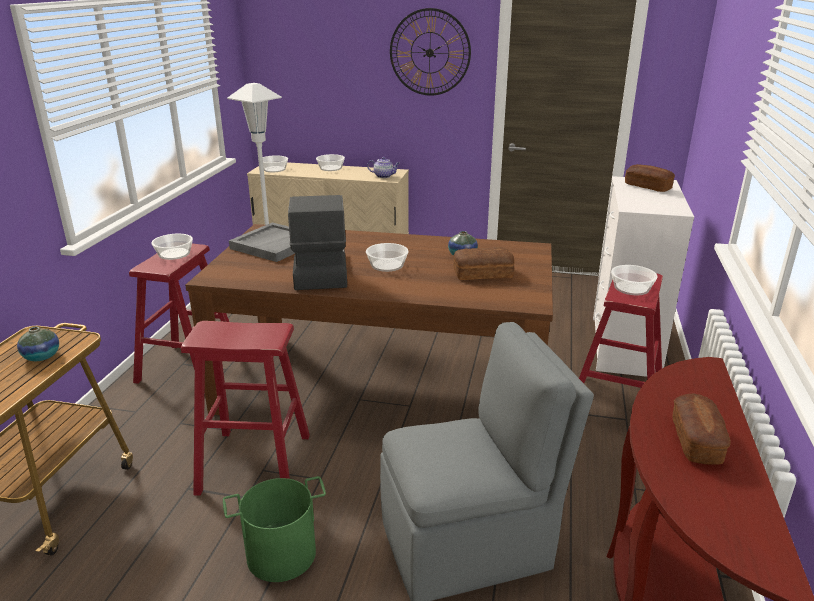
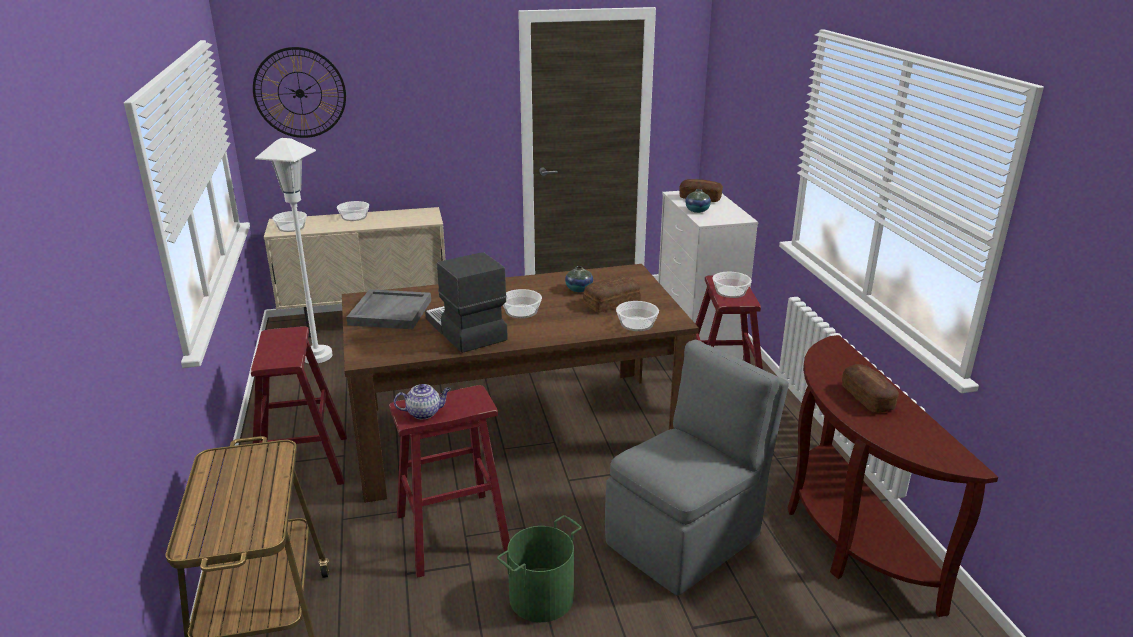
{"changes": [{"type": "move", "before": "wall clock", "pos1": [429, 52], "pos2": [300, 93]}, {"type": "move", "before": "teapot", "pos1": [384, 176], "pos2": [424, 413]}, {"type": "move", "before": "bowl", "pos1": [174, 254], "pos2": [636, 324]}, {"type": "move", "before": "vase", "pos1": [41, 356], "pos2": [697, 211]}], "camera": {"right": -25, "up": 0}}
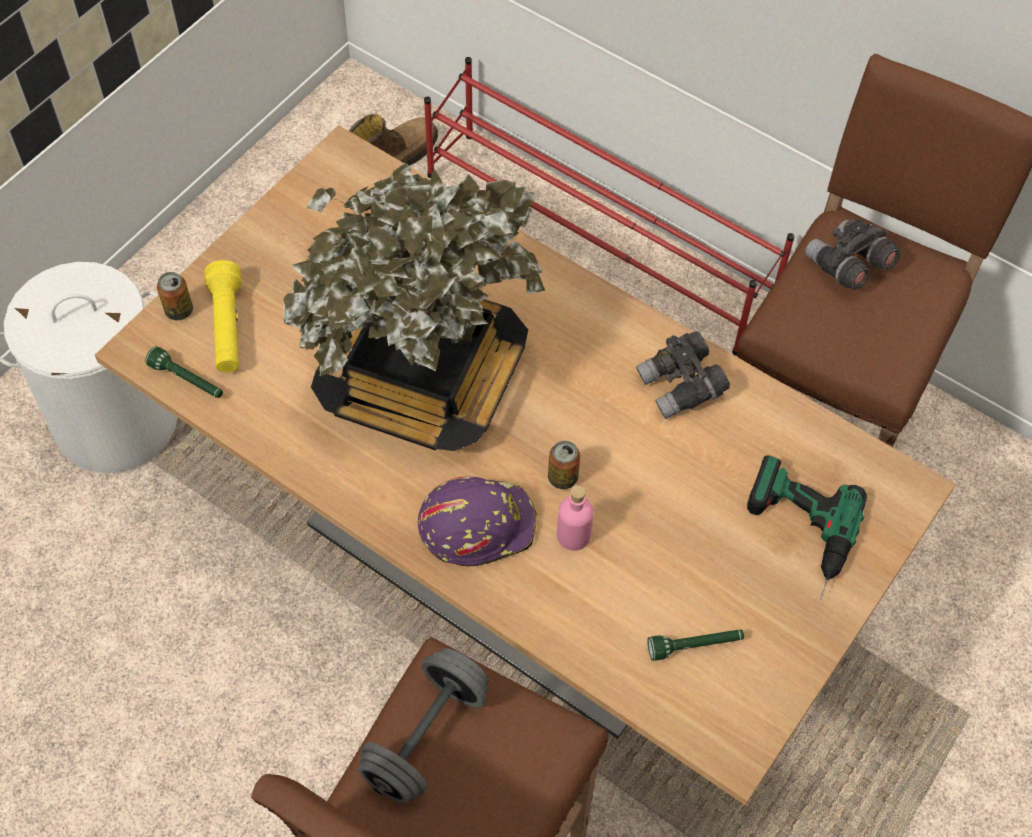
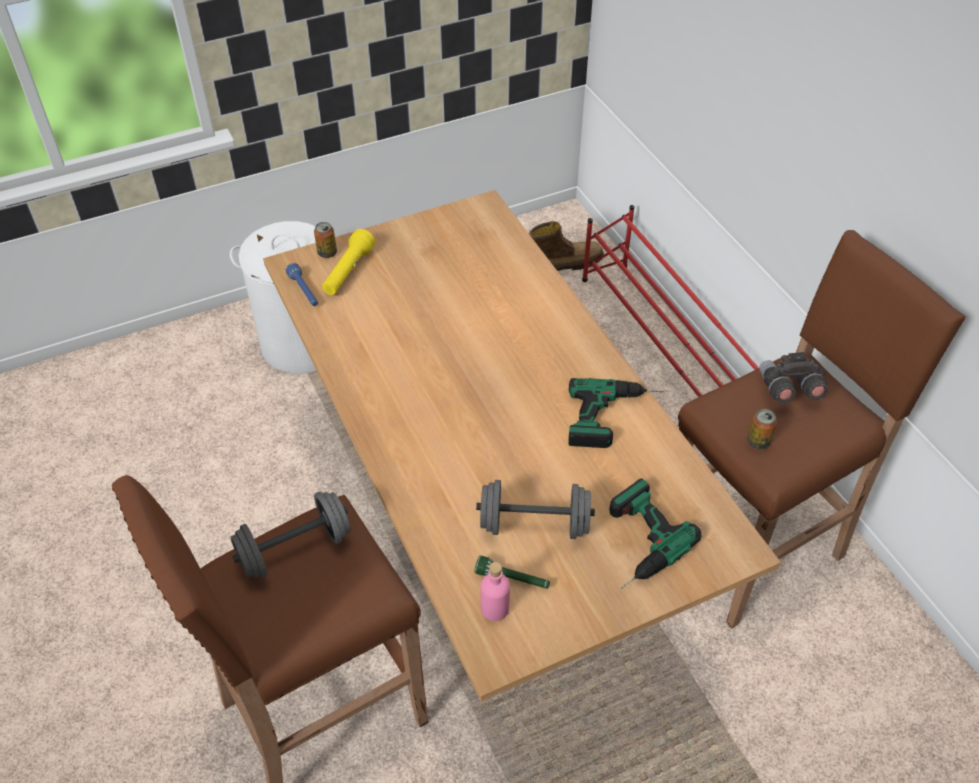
{"changes": [{"type": "delete", "before": "potted plant", "pos1": [421, 376]}, {"type": "replace", "before": "binoculars (grey)", "after": "power drill", "pos1": [681, 387], "pos2": [615, 417]}, {"type": "recolor", "before": "flashlight (green)", "after": "flashlight (blue)", "pos1": [187, 380], "pos2": [304, 291]}, {"type": "move", "before": "can", "pos1": [562, 478], "pos2": [758, 442]}, {"type": "delete", "before": "hard hat (purple)", "pos1": [477, 524]}, {"type": "move", "before": "bottle (pink)", "pos1": [573, 535], "pos2": [495, 608]}, {"type": "insert", "after": "dumbbell (grey)", "pos2": [534, 524]}], "camera": {"right": 30, "up": -10}}
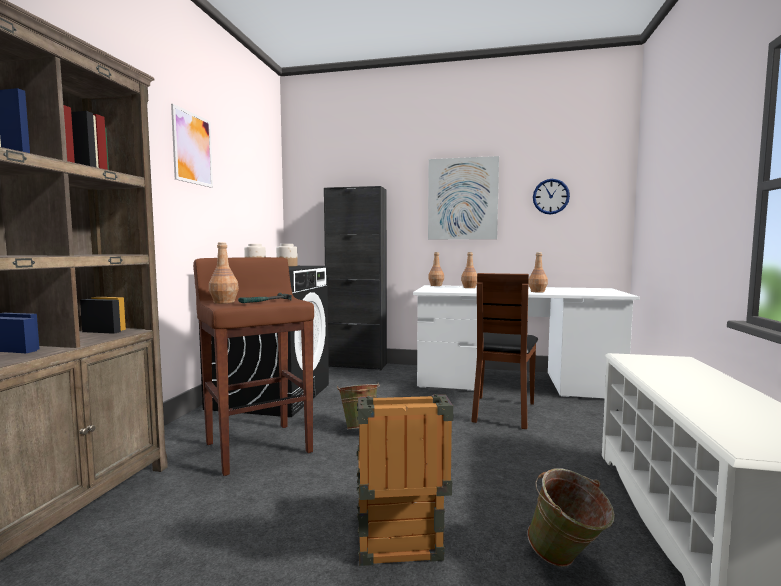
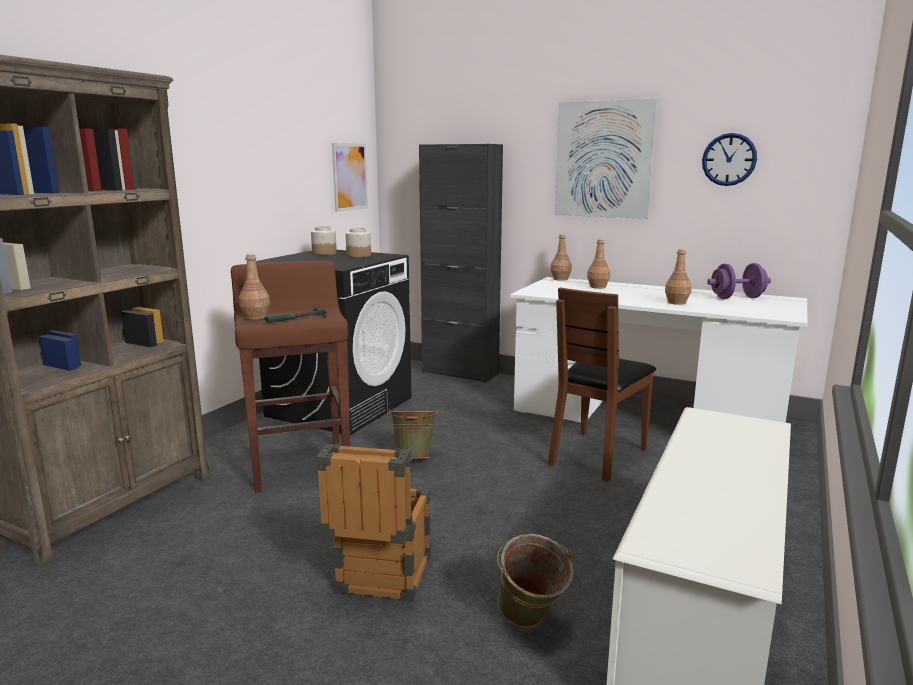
{"changes": [{"type": "move", "before": "picture", "pos1": [192, 148], "pos2": [350, 177]}, {"type": "insert", "after": "dumbbell (purple)", "pos2": [737, 298]}], "camera": {"right": 15, "up": 10}}
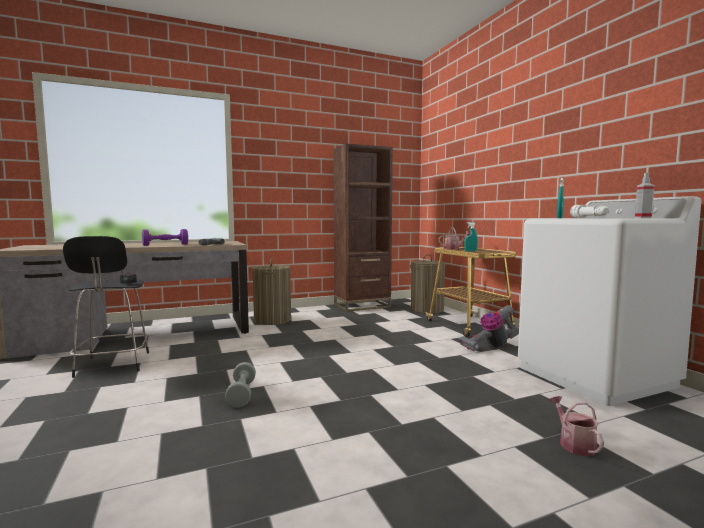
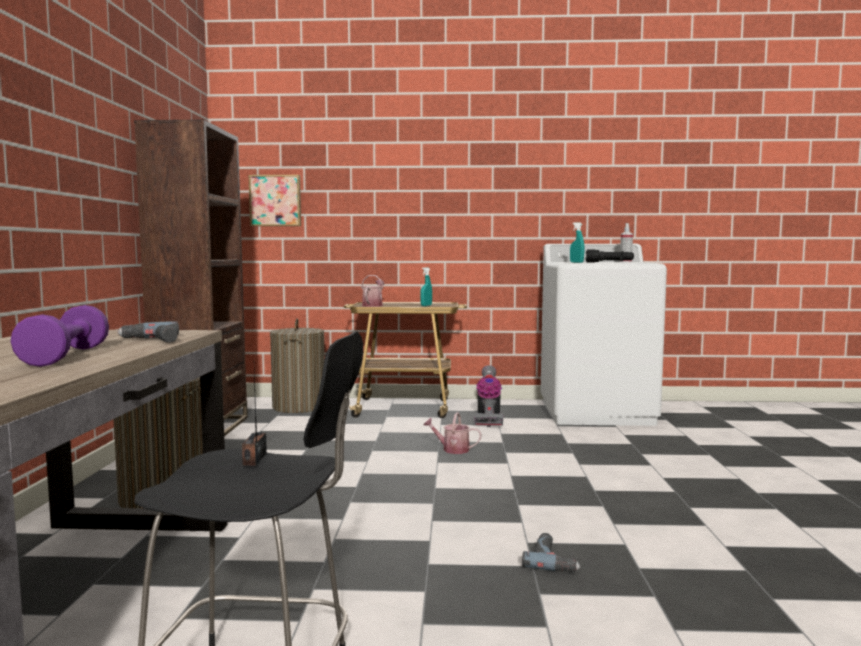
{"changes": [{"type": "recolor", "before": "flashlight (white)", "after": "flashlight (black)", "pos1": [589, 218], "pos2": [609, 262]}, {"type": "replace", "before": "dumbbell (grey)", "after": "power drill", "pos1": [241, 394], "pos2": [553, 560]}, {"type": "move", "before": "watering can", "pos1": [574, 444], "pos2": [452, 449]}, {"type": "insert", "after": "picture", "pos2": [275, 201]}], "camera": {"right": -65, "up": 0}}
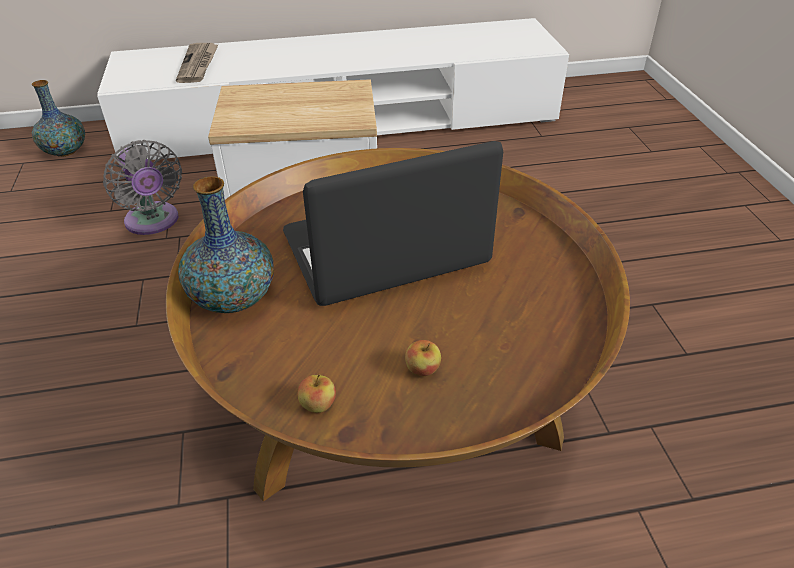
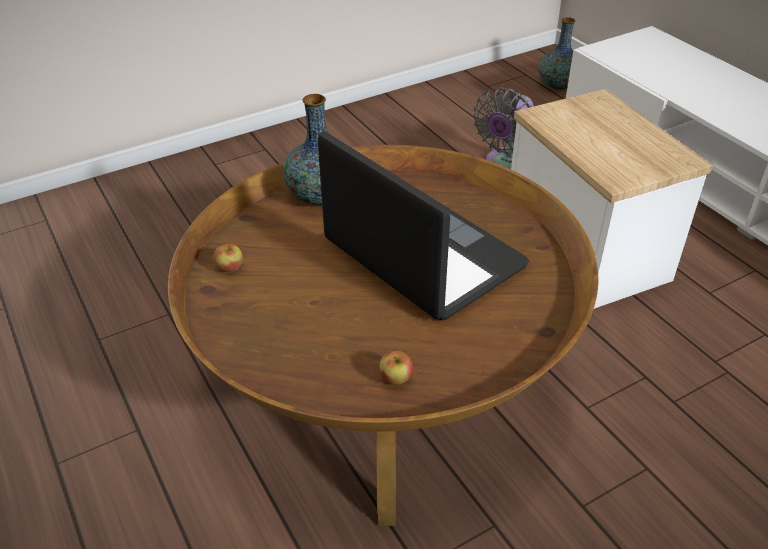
{"changes": [{"type": "delete", "before": "newspaper", "pos1": [198, 65]}, {"type": "move", "before": "apple", "pos1": [422, 369], "pos2": [396, 378]}], "camera": {"right": 70, "up": 0}}
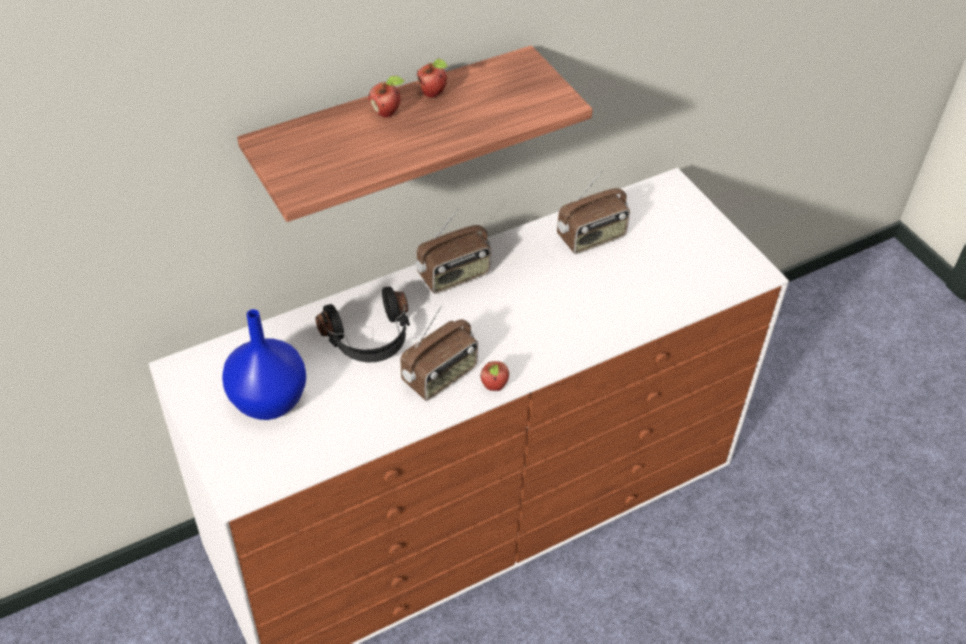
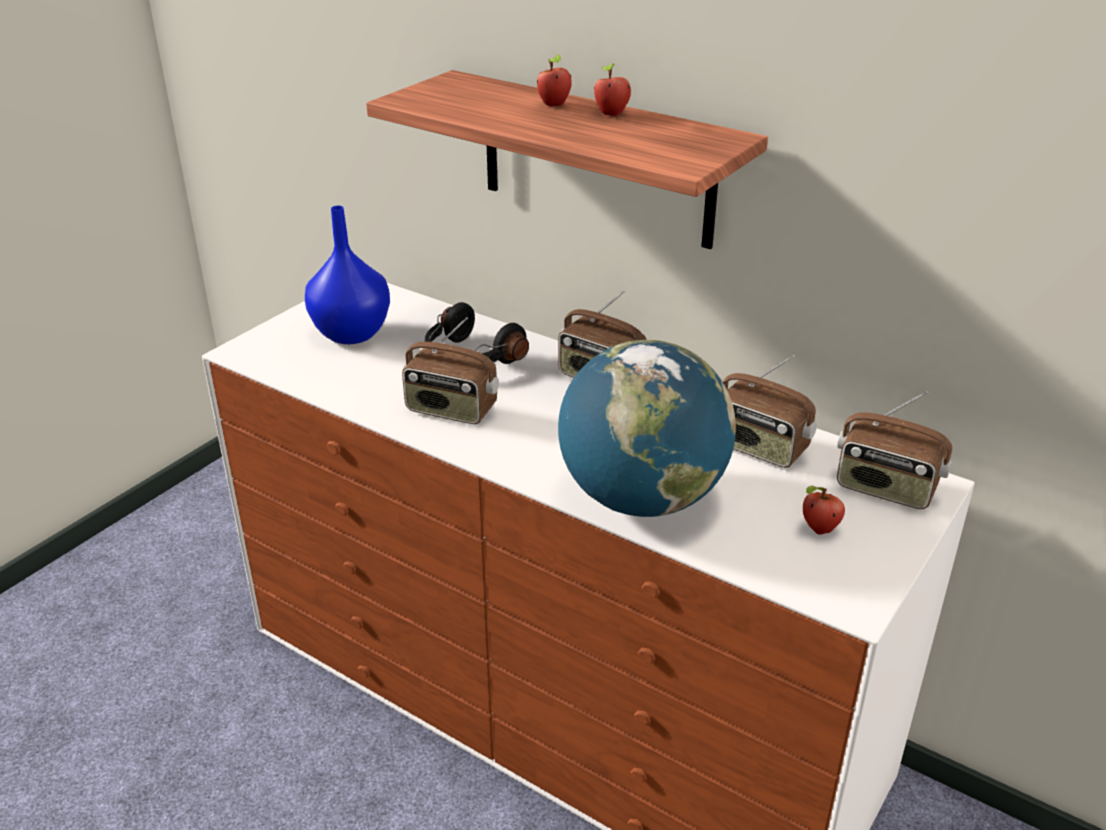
{"changes": [{"type": "move", "before": "apple", "pos1": [494, 387], "pos2": [819, 530]}, {"type": "insert", "after": "globe", "pos2": [641, 498]}, {"type": "insert", "after": "radio", "pos2": [885, 489]}], "camera": {"right": 65, "up": -15}}
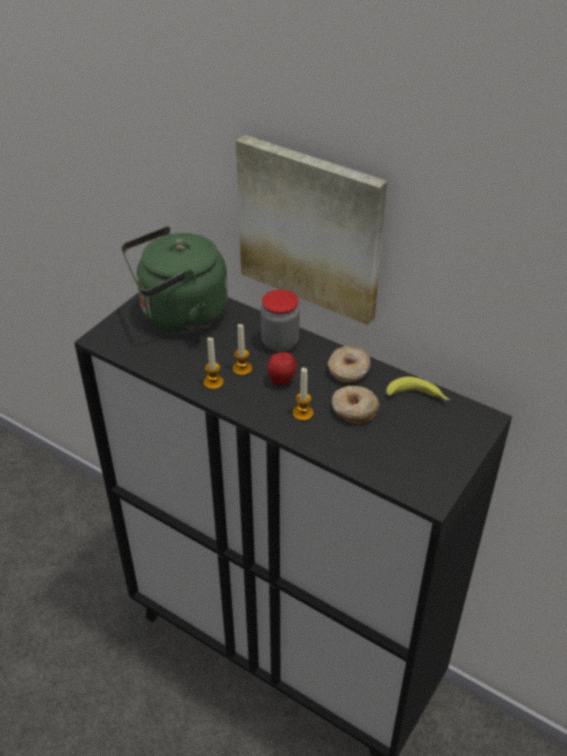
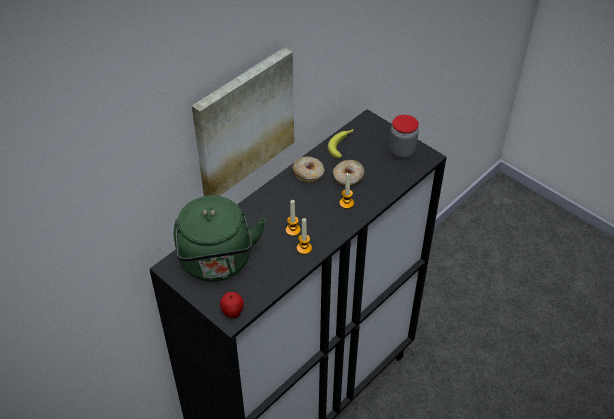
{"changes": [{"type": "move", "before": "jar", "pos1": [280, 342], "pos2": [402, 152]}, {"type": "move", "before": "apple", "pos1": [282, 381], "pos2": [233, 313]}], "camera": {"right": -80, "up": 5}}
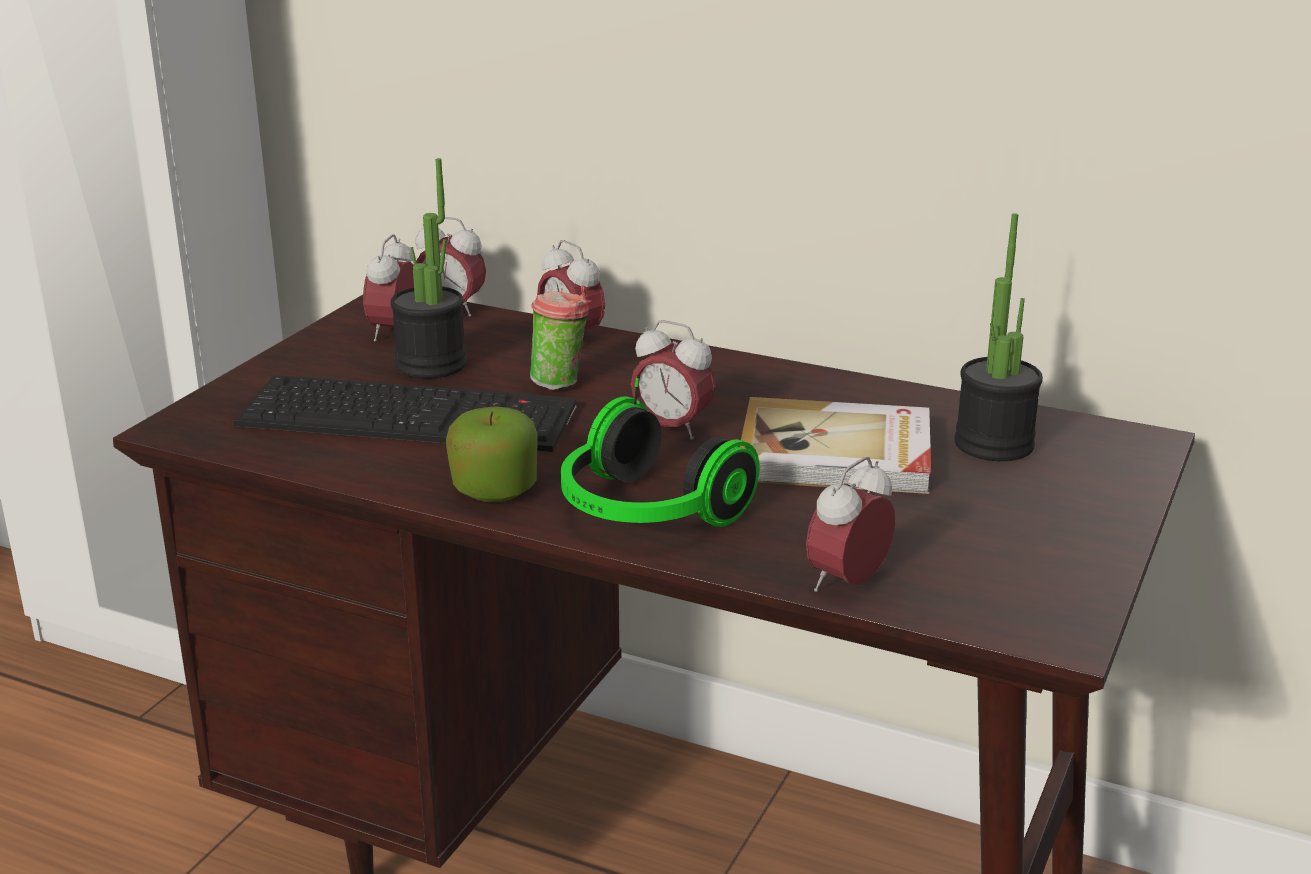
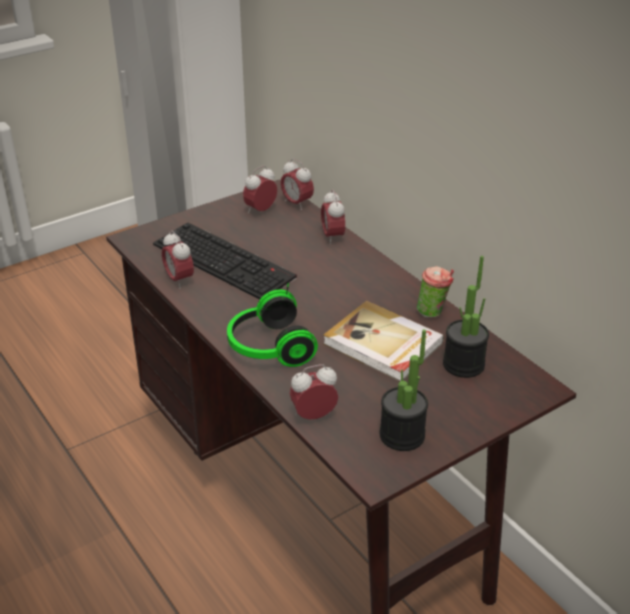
{"changes": [{"type": "move", "before": "potted plant", "pos1": [431, 365], "pos2": [402, 435]}, {"type": "move", "before": "cup", "pos1": [561, 382], "pos2": [433, 312]}, {"type": "move", "before": "alarm clock", "pos1": [672, 428], "pos2": [179, 280]}, {"type": "delete", "before": "apple", "pos1": [494, 489]}], "camera": {"right": 30, "up": 10}}
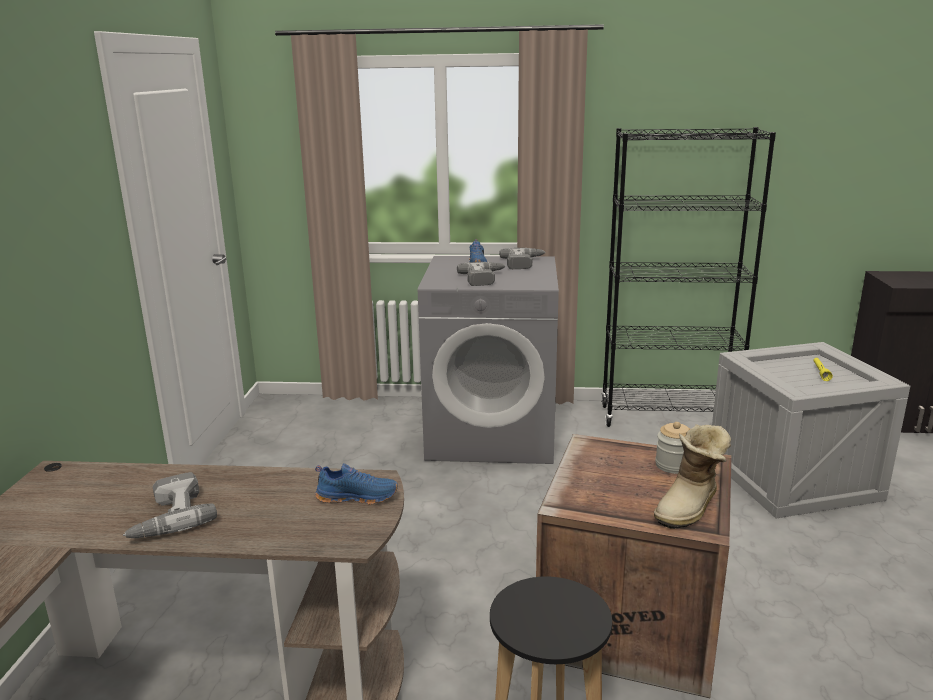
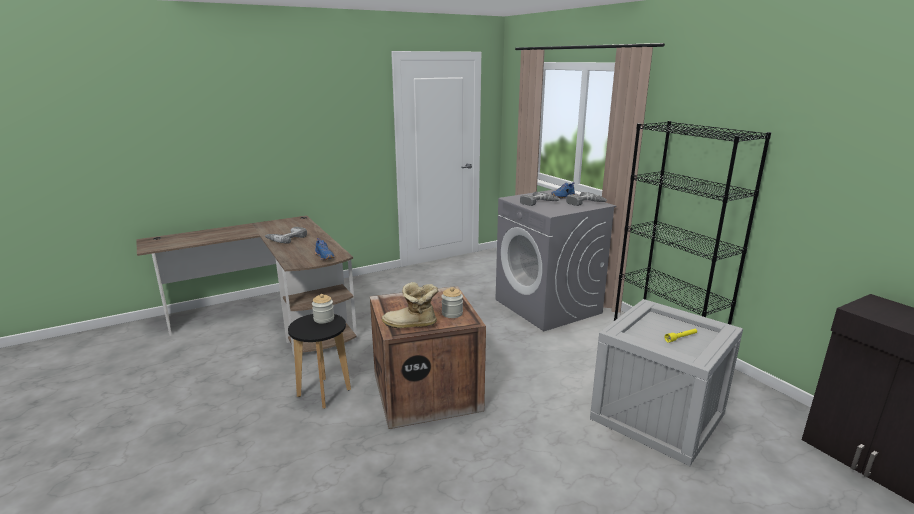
{"changes": [{"type": "insert", "after": "jar", "pos2": [324, 319]}], "camera": {"right": 55, "up": 0}}
